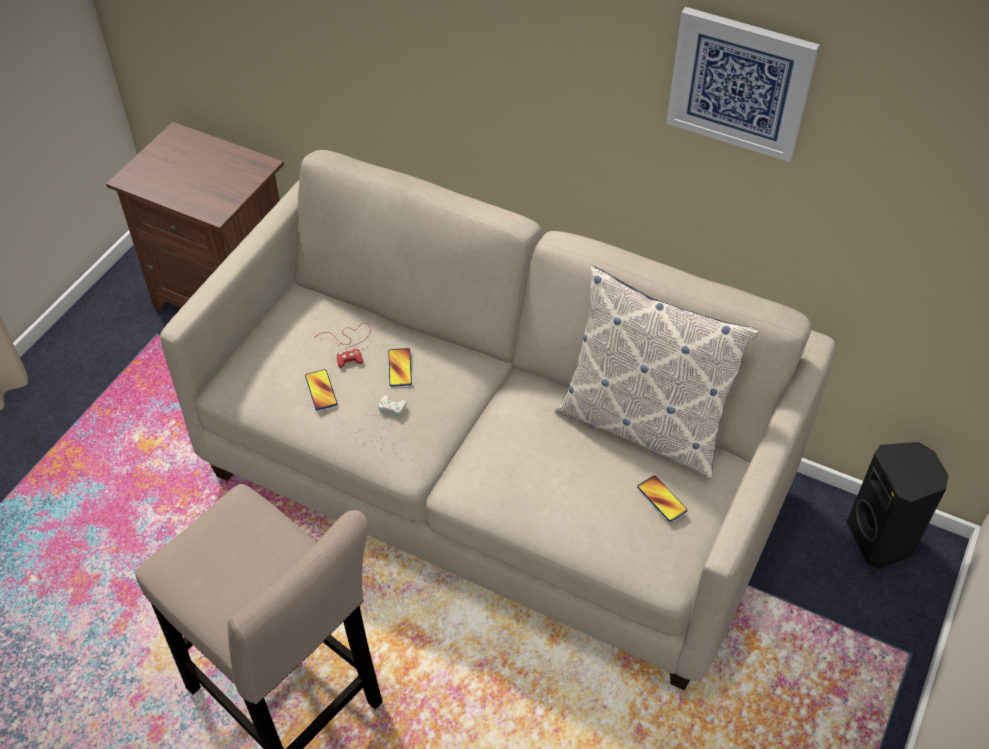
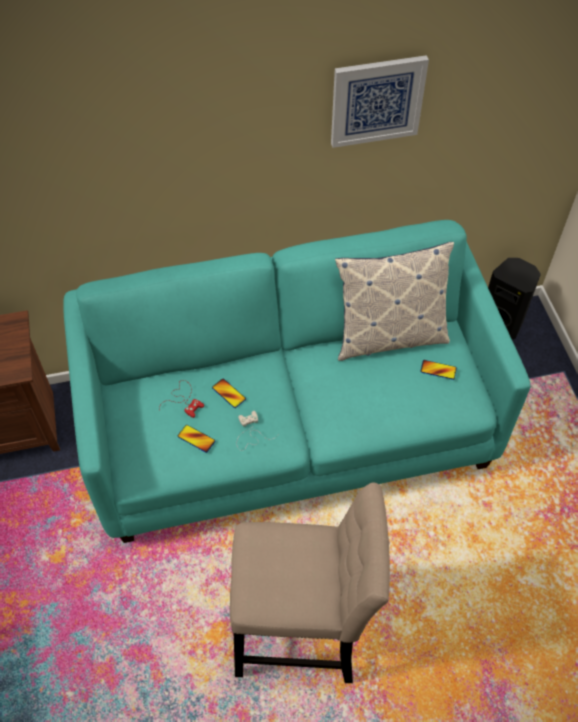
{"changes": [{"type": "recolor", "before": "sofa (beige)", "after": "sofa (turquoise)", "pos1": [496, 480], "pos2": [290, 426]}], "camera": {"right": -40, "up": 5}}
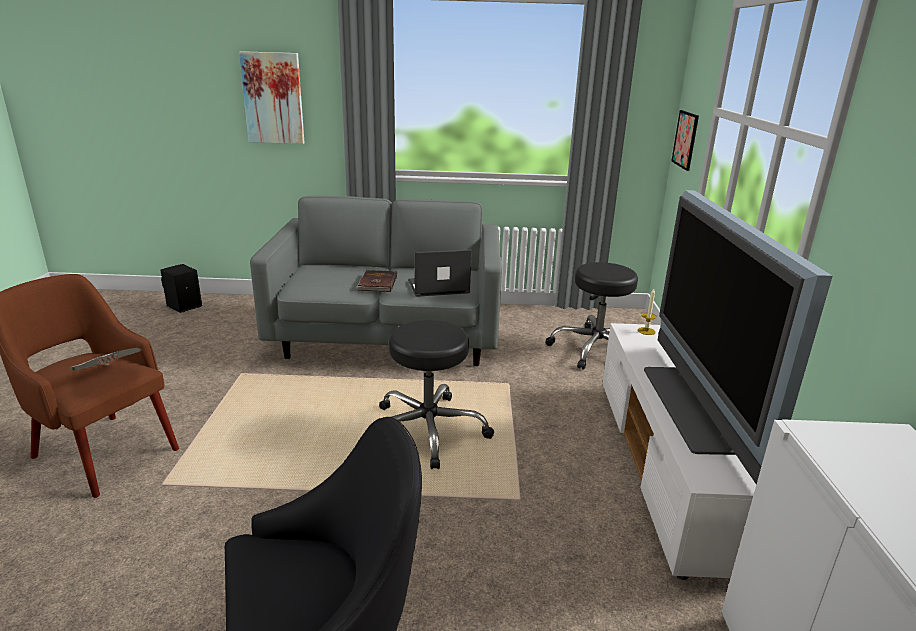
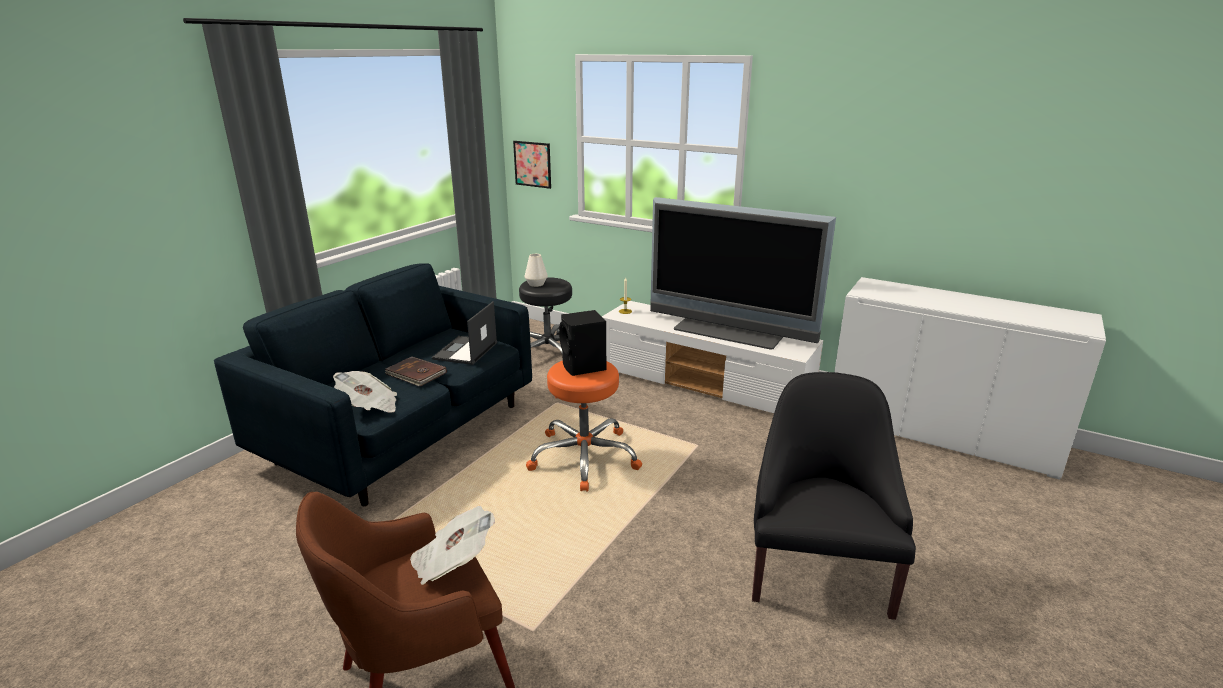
{"changes": [{"type": "delete", "before": "picture", "pos1": [273, 98]}, {"type": "recolor", "before": "sofa (grey)", "after": "sofa (blue)", "pos1": [387, 336], "pos2": [402, 433]}, {"type": "move", "before": "speaker (black)", "pos1": [183, 306], "pos2": [584, 367]}, {"type": "recolor", "before": "stool (black)", "after": "stool (orange)", "pos1": [427, 430], "pos2": [584, 457]}, {"type": "insert", "after": "vase (white)", "pos2": [536, 284]}, {"type": "insert", "after": "newspaper", "pos2": [369, 406]}], "camera": {"right": -60, "up": 0}}
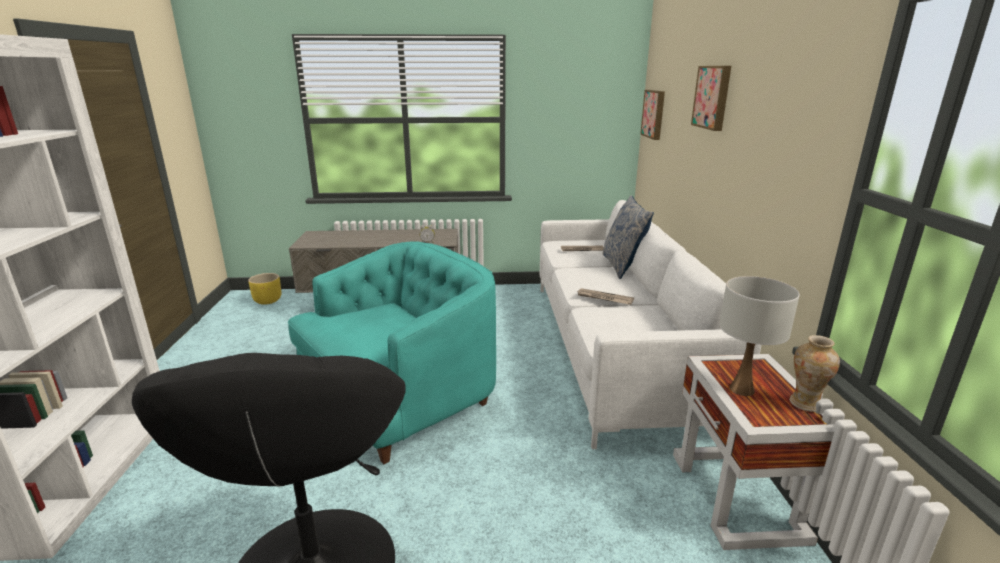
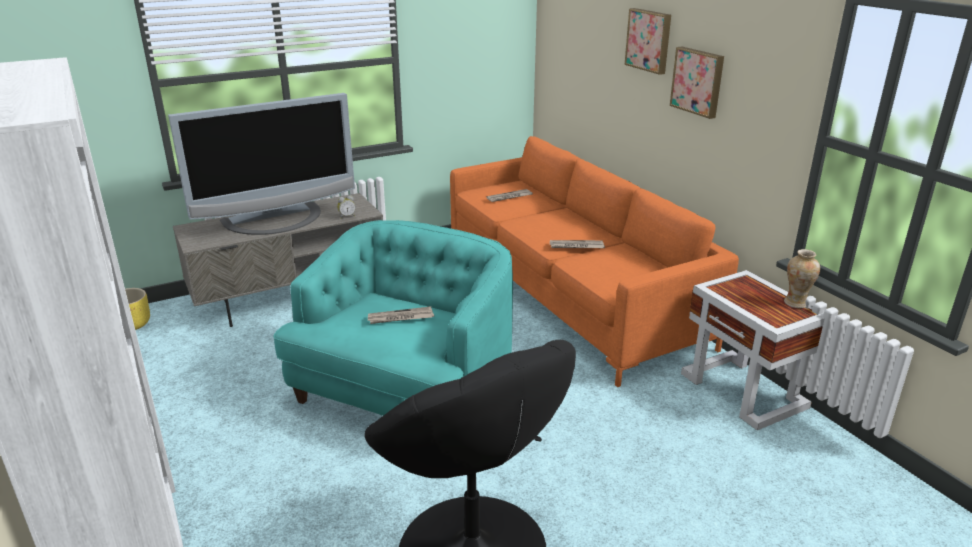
{"changes": [{"type": "move", "before": "picture", "pos1": [654, 114], "pos2": [698, 81]}, {"type": "delete", "before": "pillow", "pos1": [622, 266]}, {"type": "recolor", "before": "sofa (white)", "after": "sofa (orange)", "pos1": [613, 348], "pos2": [569, 293]}, {"type": "delete", "before": "table lamp (white)", "pos1": [741, 389]}, {"type": "insert", "after": "television", "pos2": [275, 220]}, {"type": "insert", "after": "newspaper", "pos2": [400, 318]}], "camera": {"right": -25, "up": 5}}
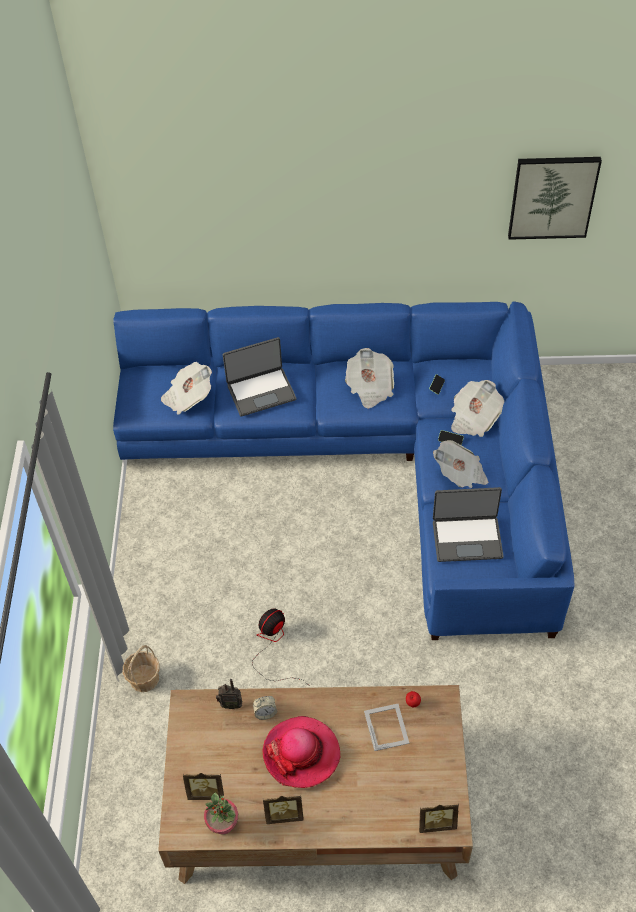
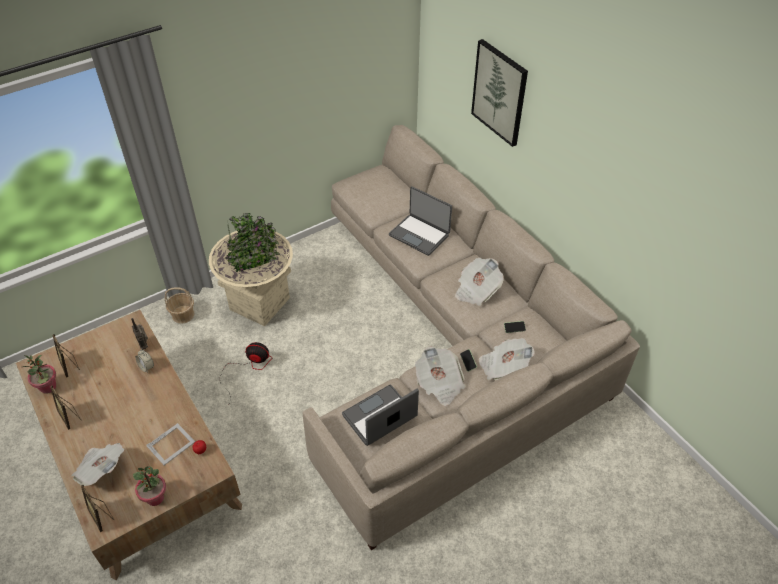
{"changes": [{"type": "move", "before": "picture", "pos1": [552, 197], "pos2": [500, 92]}, {"type": "recolor", "before": "sofa (blue)", "after": "sofa (beige)", "pos1": [368, 458], "pos2": [448, 342]}, {"type": "move", "before": "newspaper", "pos1": [188, 397], "pos2": [101, 470]}, {"type": "rotate", "before": "laptop", "pos1": [467, 538], "pos2": [380, 417], "turn": 90}, {"type": "delete", "before": "hat", "pos1": [301, 753]}, {"type": "insert", "after": "planter (beige)", "pos2": [260, 303]}, {"type": "insert", "after": "potted plant", "pos2": [155, 497]}], "camera": {"right": 55, "up": -5}}
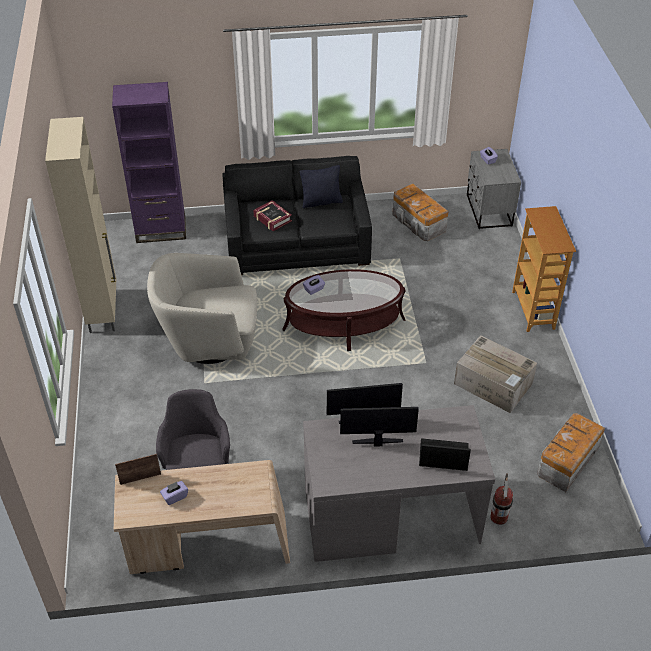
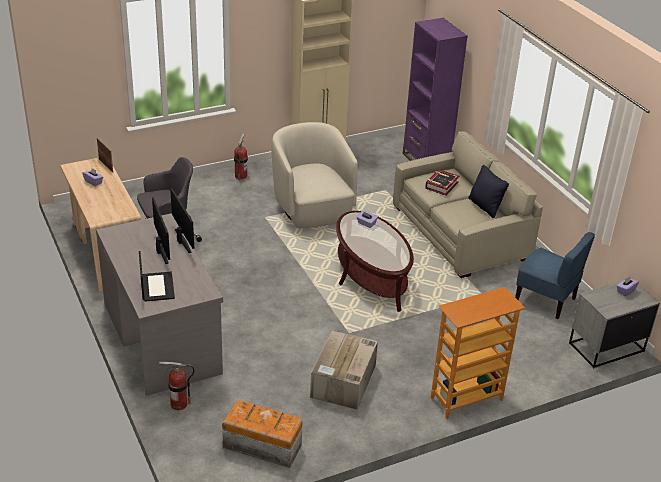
{"changes": [{"type": "recolor", "before": "sofa (black)", "after": "sofa (beige)", "pos1": [297, 242], "pos2": [461, 231]}, {"type": "replace", "before": "storage box", "after": "chair (blue)", "pos1": [418, 223], "pos2": [545, 300]}, {"type": "insert", "after": "fire extinguisher", "pos2": [241, 176]}], "camera": {"right": 70, "up": -10}}
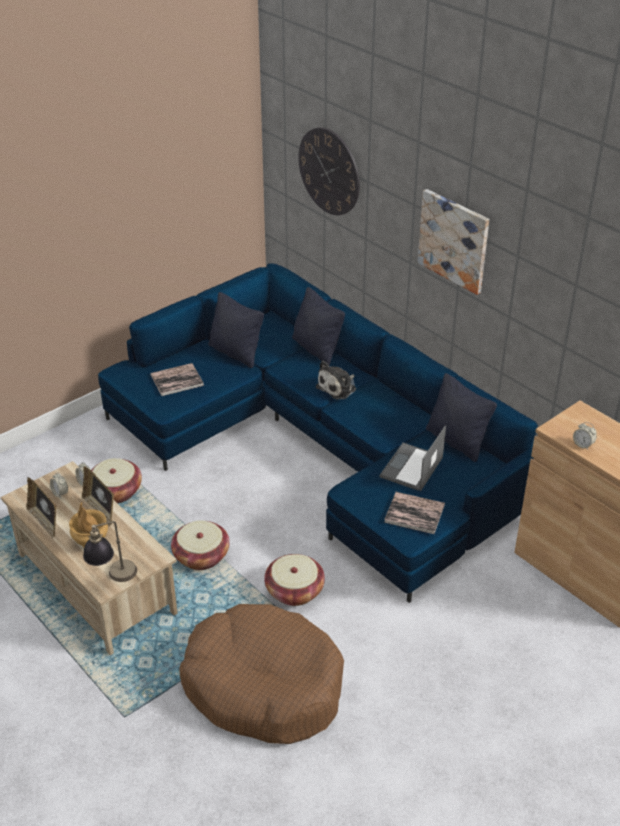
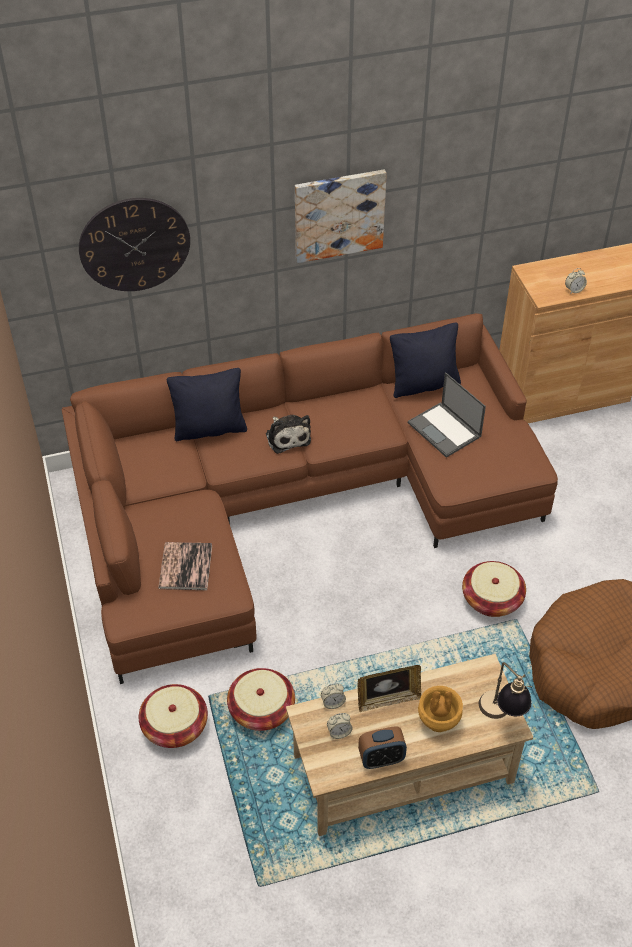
{"changes": [{"type": "recolor", "before": "sofa (blue)", "after": "sofa (brown)", "pos1": [320, 445], "pos2": [292, 503]}, {"type": "delete", "before": "pillow (black)", "pos1": [236, 353]}, {"type": "replace", "before": "picture frame", "after": "alarm clock", "pos1": [45, 522], "pos2": [381, 759]}, {"type": "delete", "before": "book", "pos1": [414, 513]}, {"type": "move", "before": "basket", "pos1": [201, 556], "pos2": [174, 726]}], "camera": {"right": -65, "up": 10}}
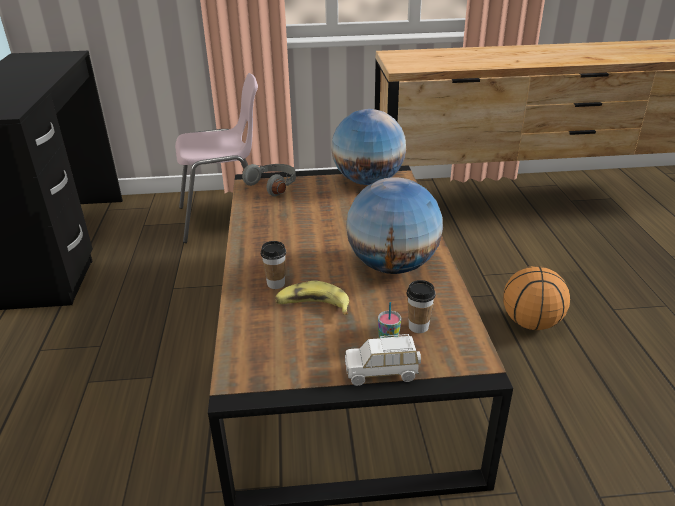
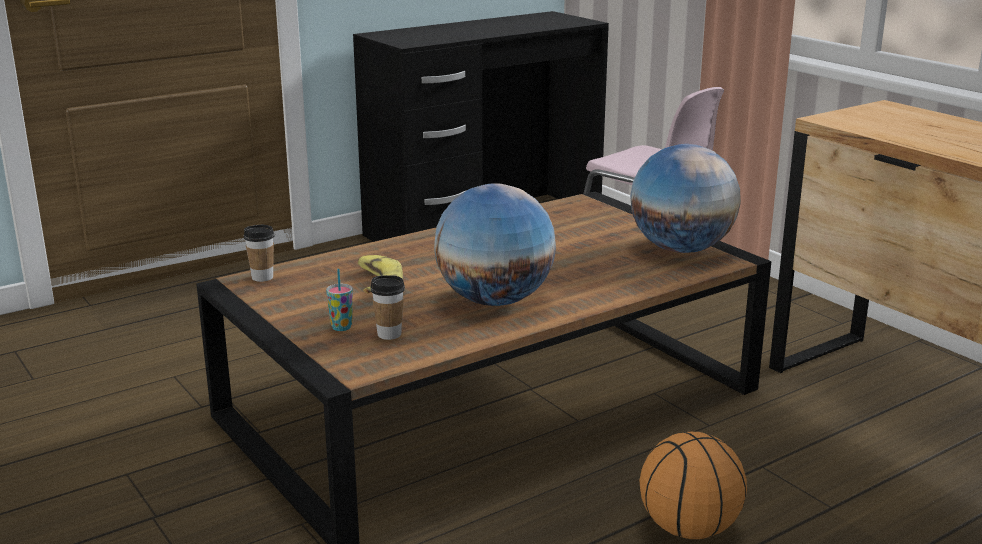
{"changes": [{"type": "delete", "before": "headphones (grey)", "pos1": [273, 185]}, {"type": "move", "before": "cup", "pos1": [276, 284], "pos2": [262, 277]}, {"type": "delete", "before": "toy car (white)", "pos1": [382, 372]}], "camera": {"right": 60, "up": -10}}
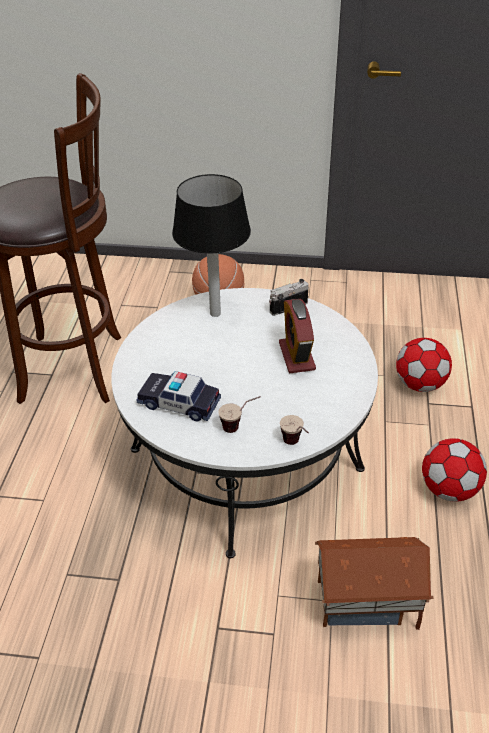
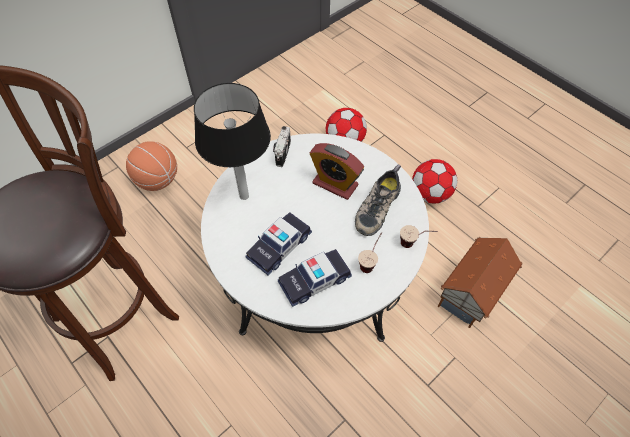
{"changes": [{"type": "insert", "after": "shoe", "pos2": [376, 207]}, {"type": "insert", "after": "toy car", "pos2": [279, 246]}], "camera": {"right": -50, "up": 15}}
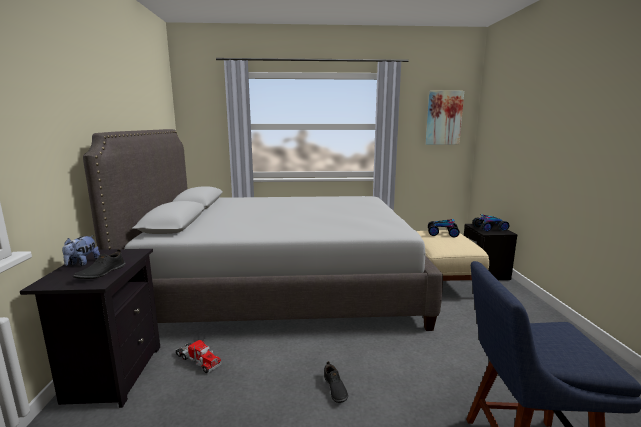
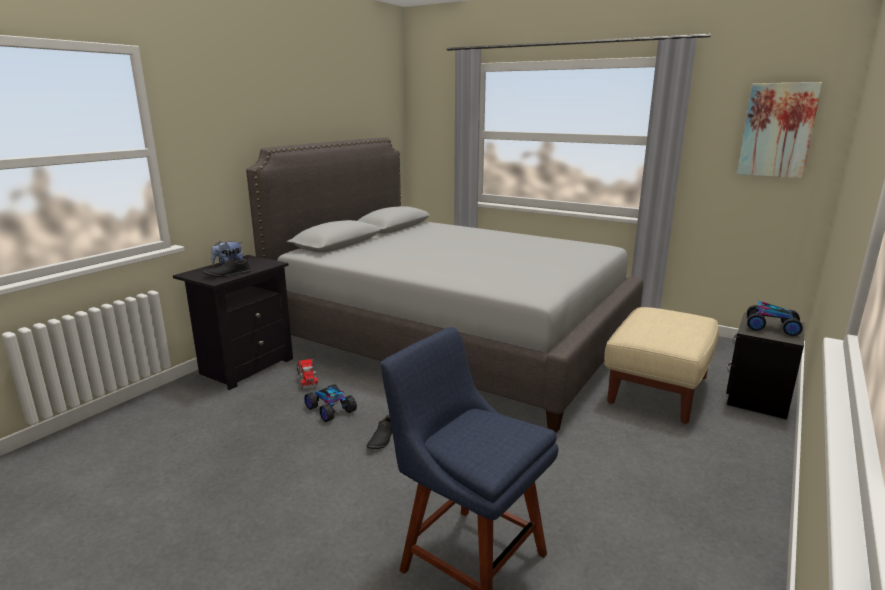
{"changes": [{"type": "move", "before": "toy car", "pos1": [442, 233], "pos2": [331, 409]}], "camera": {"right": 35, "up": 5}}
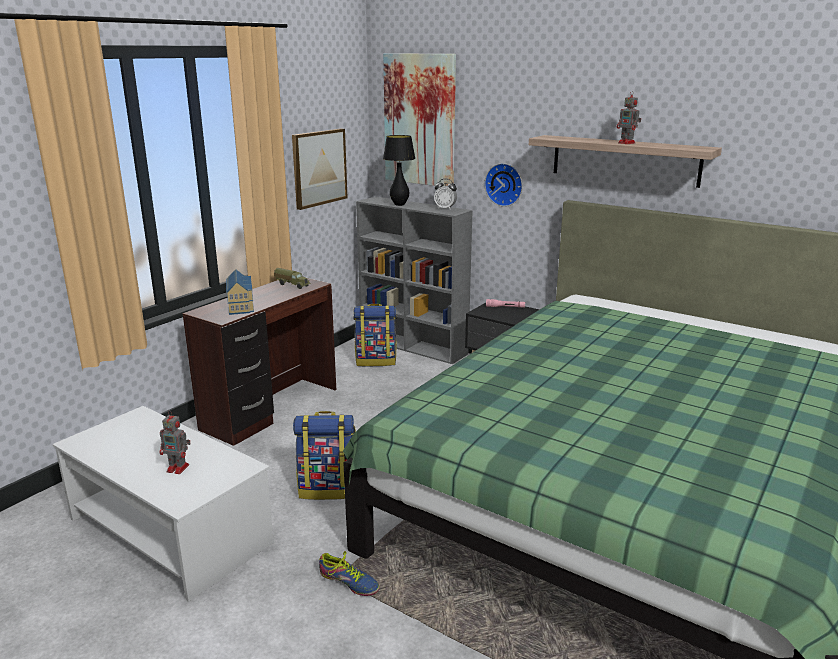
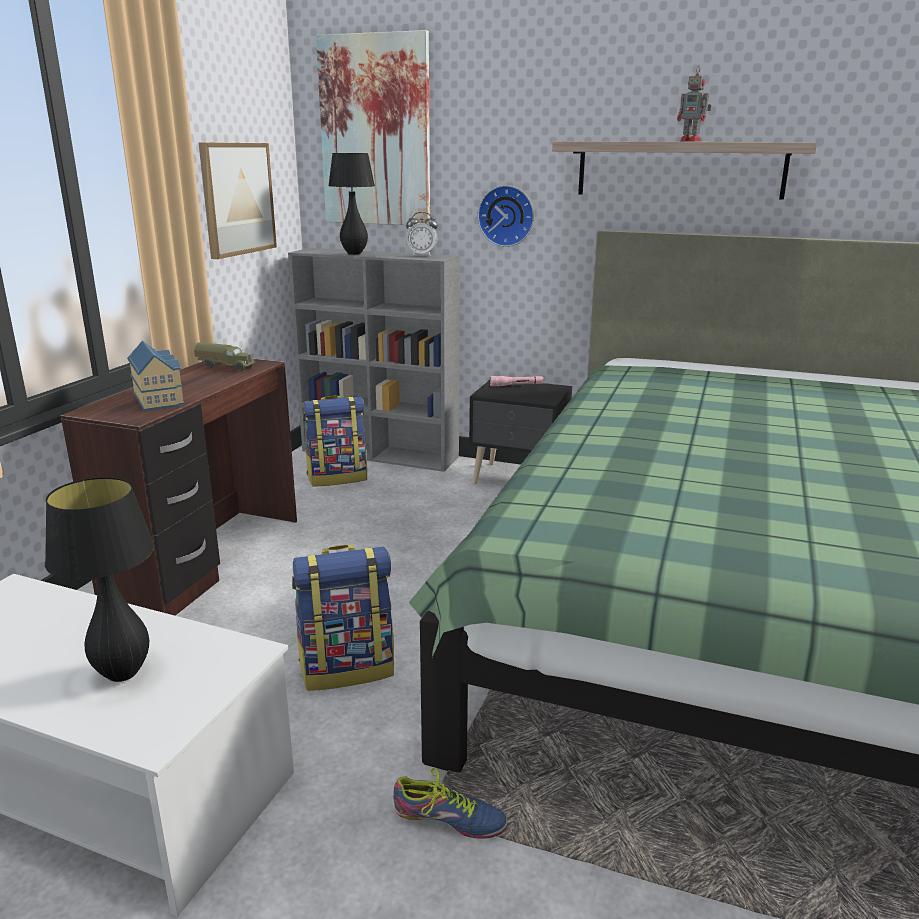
{"changes": [{"type": "replace", "before": "toy robot", "after": "table lamp (black)", "pos1": [179, 468], "pos2": [122, 673]}], "camera": {"right": -15, "up": 0}}
